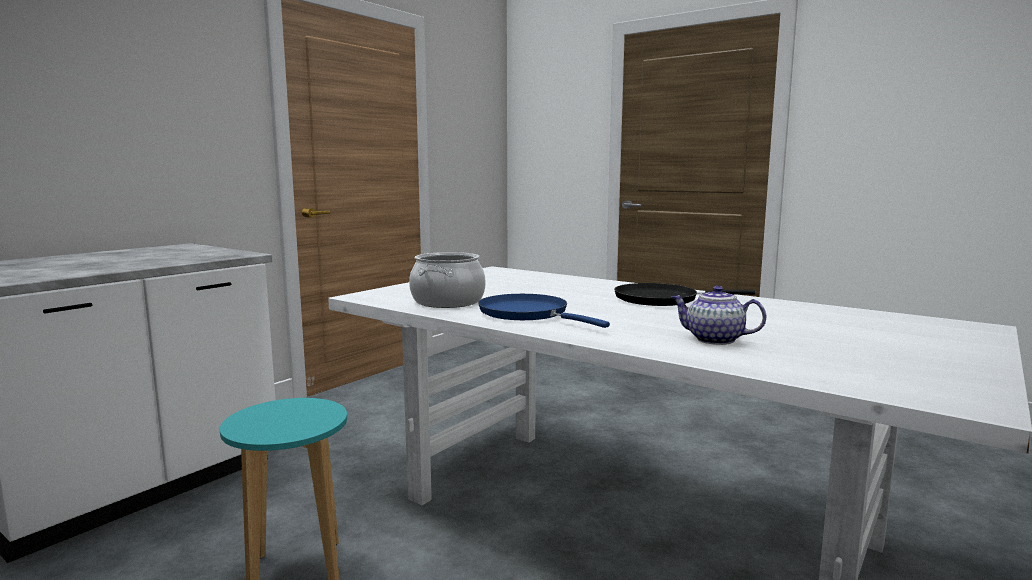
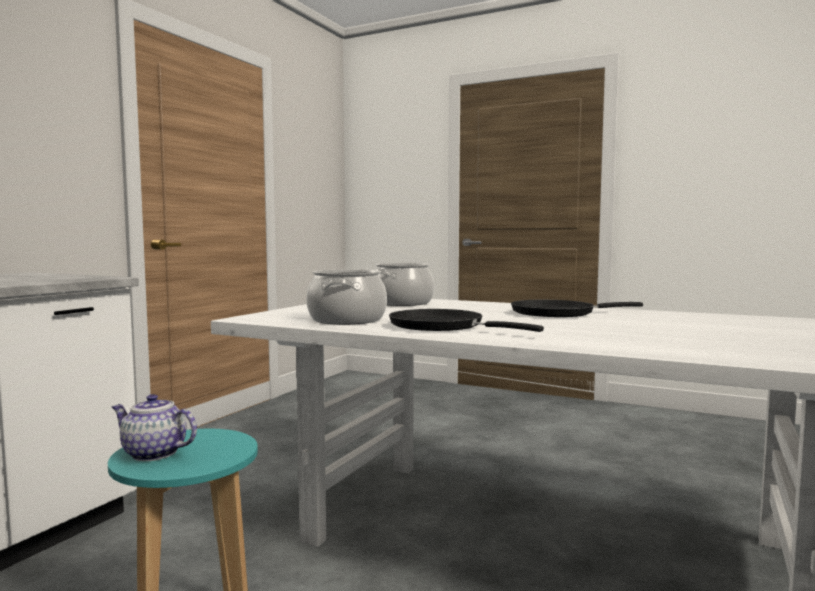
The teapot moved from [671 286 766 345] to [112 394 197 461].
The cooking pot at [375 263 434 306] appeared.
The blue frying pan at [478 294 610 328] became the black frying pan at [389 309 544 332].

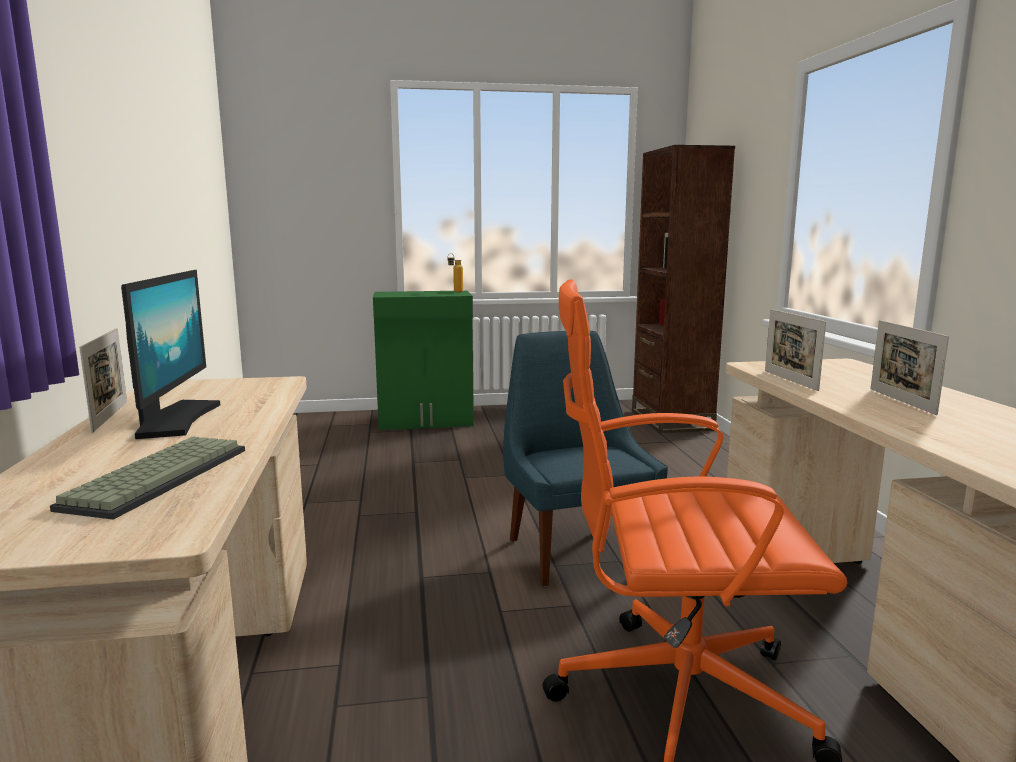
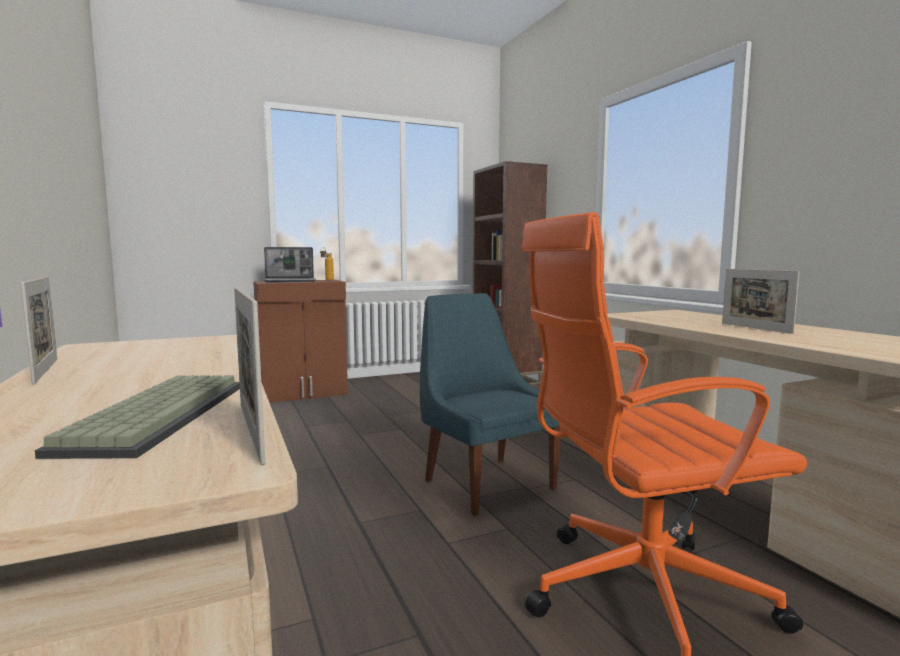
The picture frame moved from [765 309 826 391] to [234 287 265 465].
The green cabinet at [373 290 474 430] became the brown cabinet at [253 280 348 403].
The laptop at [264 247 316 282] appeared.
The monitor at [121 270 220 439] disappeared.

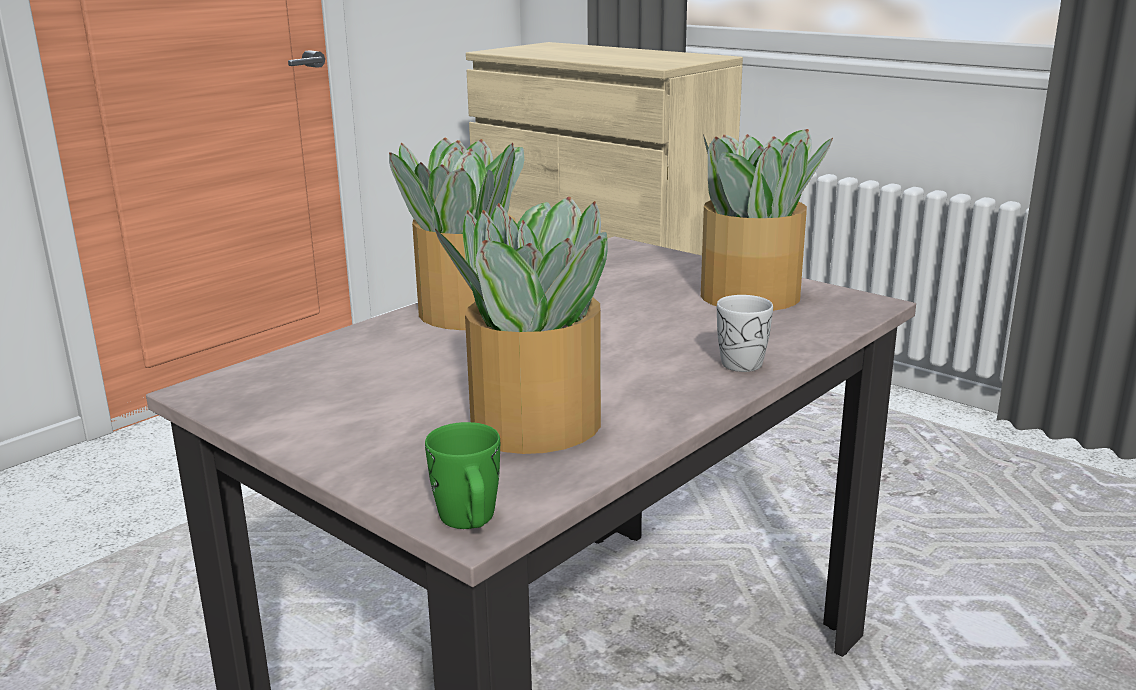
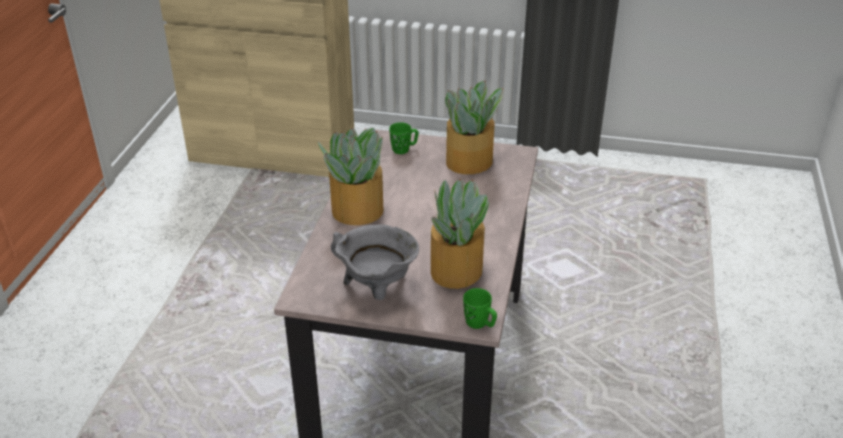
The grey cooking pot at [331 224 419 300] appeared.
The green mug at [389 122 418 154] appeared.
The white mug at [717 295 773 372] disappeared.

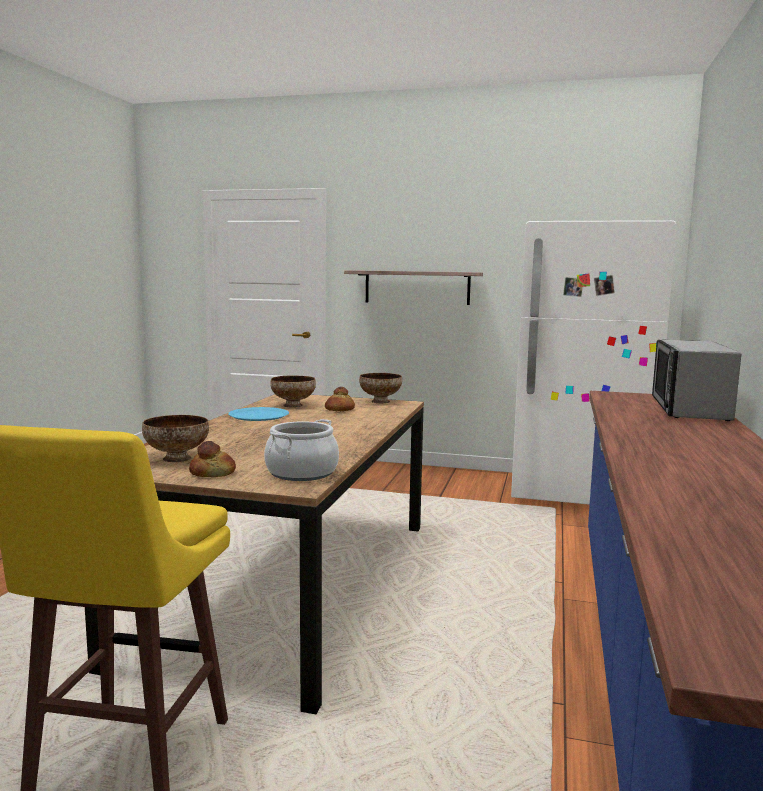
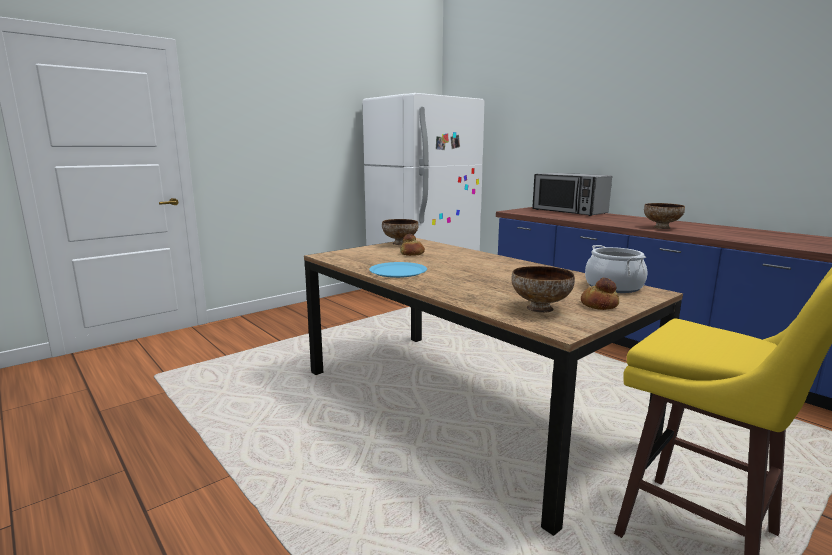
The bowl moved from [270 375 316 408] to [644 203 685 229].
The shelf at [344 270 483 305] disappeared.

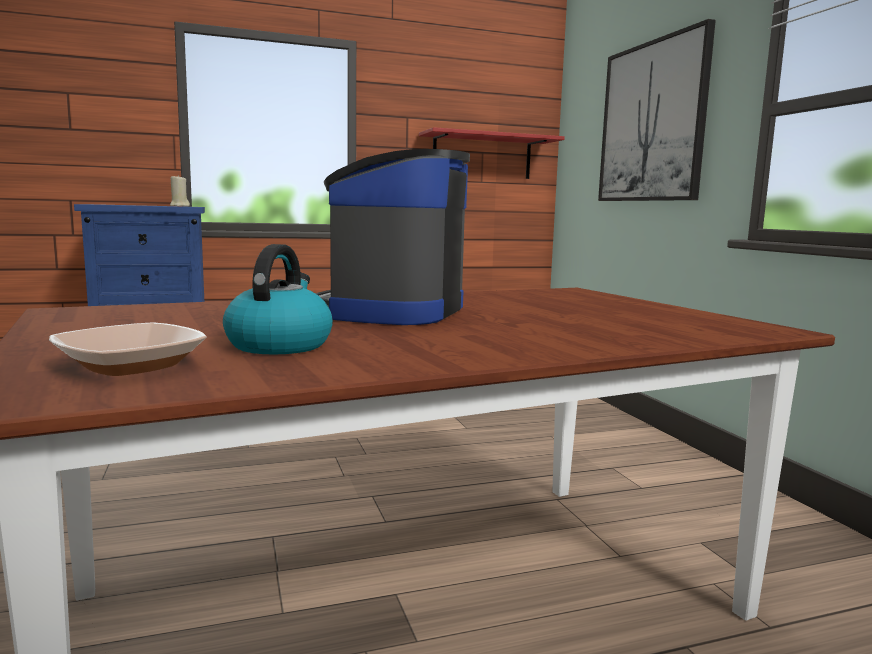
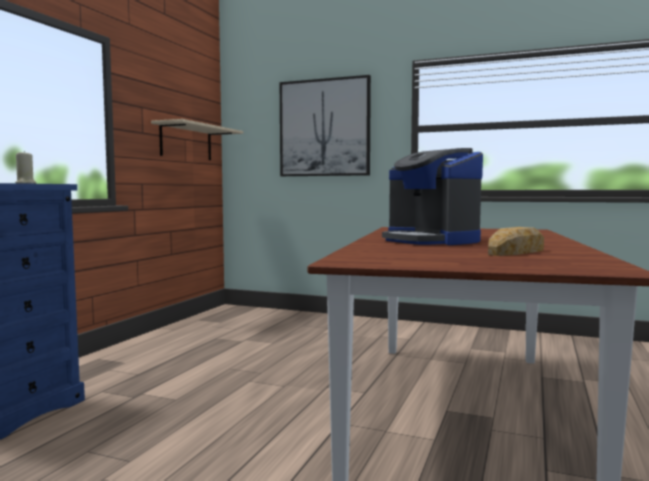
The red shelf at [419 127 565 179] became the beige shelf at [151 119 243 160].
The kettle at [223 244 333 354] was replaced by the bread at [488 227 544 256].
The bowl at [49 322 206 376] disappeared.

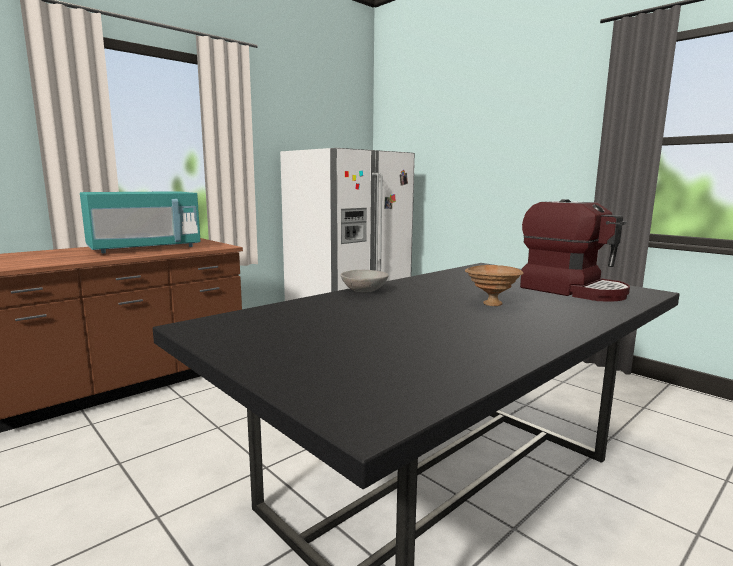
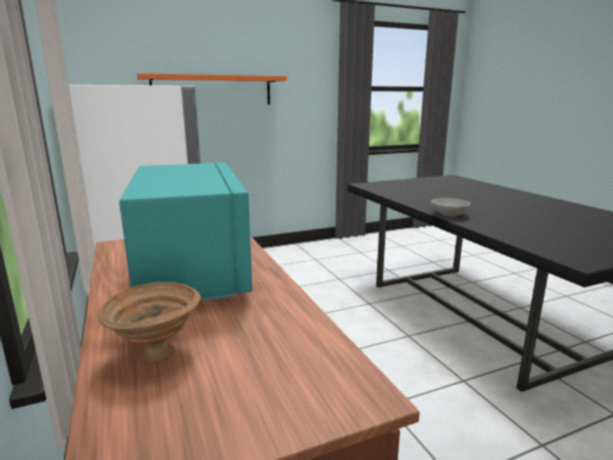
The brown bowl moved from [465 265 524 306] to [97 282 201 363].
The orange shelf at [137 73 287 105] appeared.
The coffee machine at [520 199 630 302] disappeared.

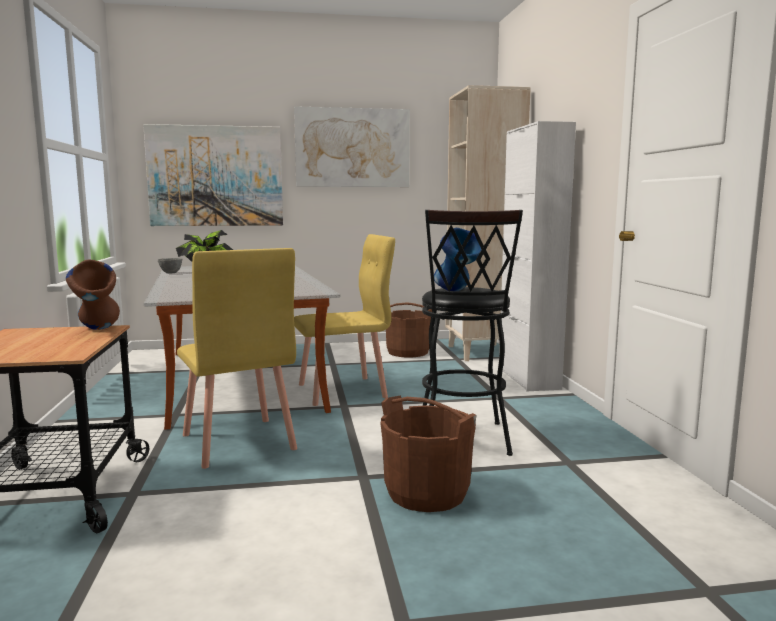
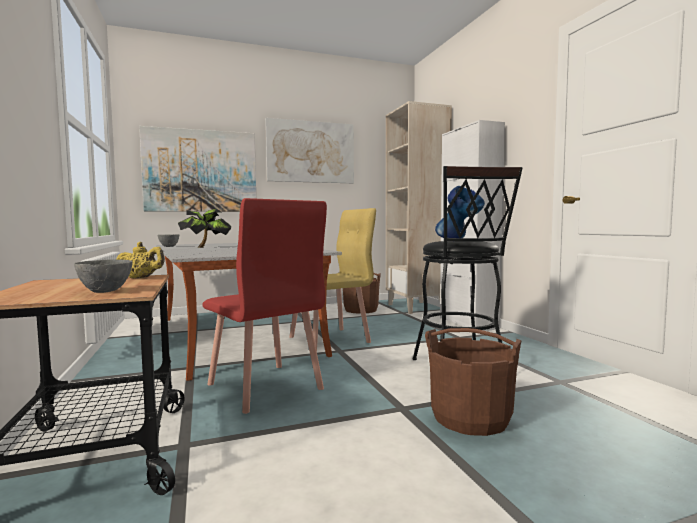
The grey bowl at [74 260 133 293] appeared.
The brown vase at [66 260 120 330] was replaced by the yellow teapot at [116 242 165 278].
The yellow chair at [177 248 297 469] became the red chair at [202 198 327 414].

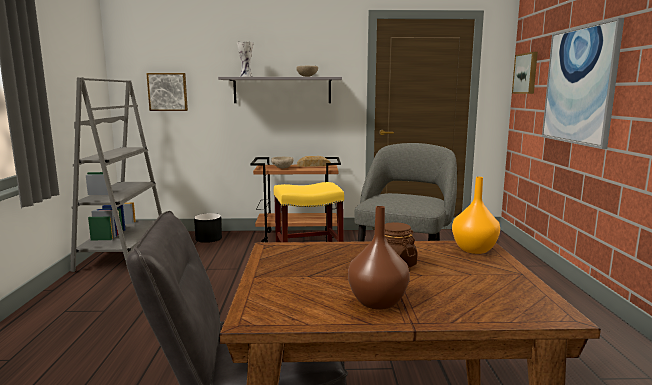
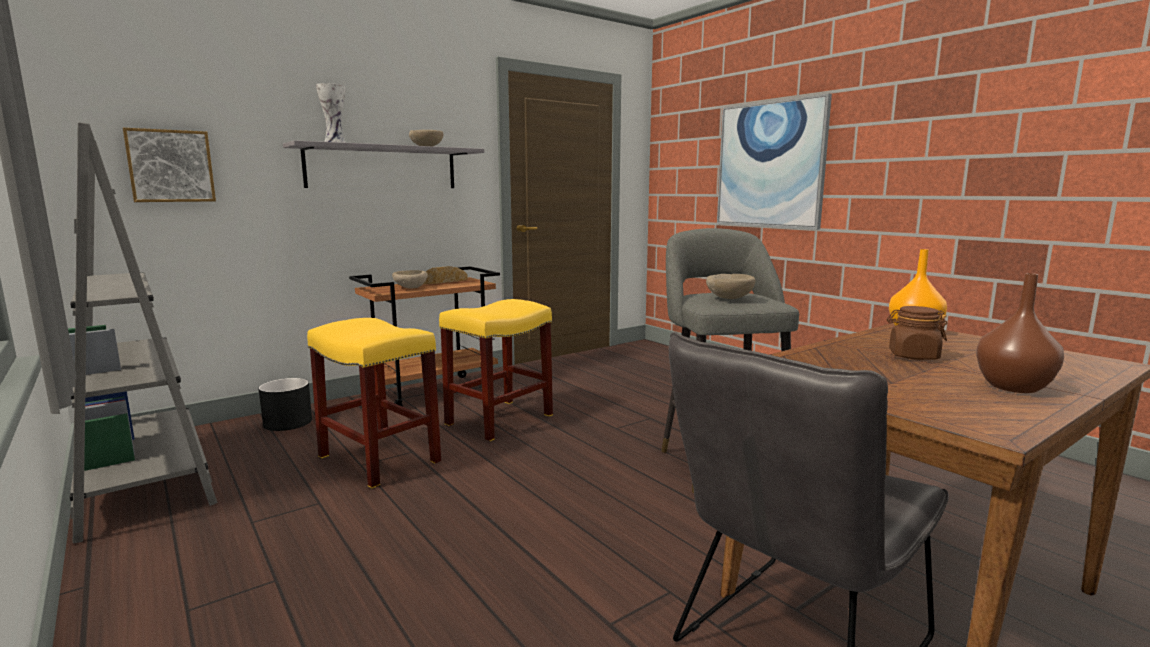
The yellow stool at [307 318 441 488] appeared.
The beige bowl at [706 274 756 299] appeared.
The picture at [512 52 538 94] disappeared.

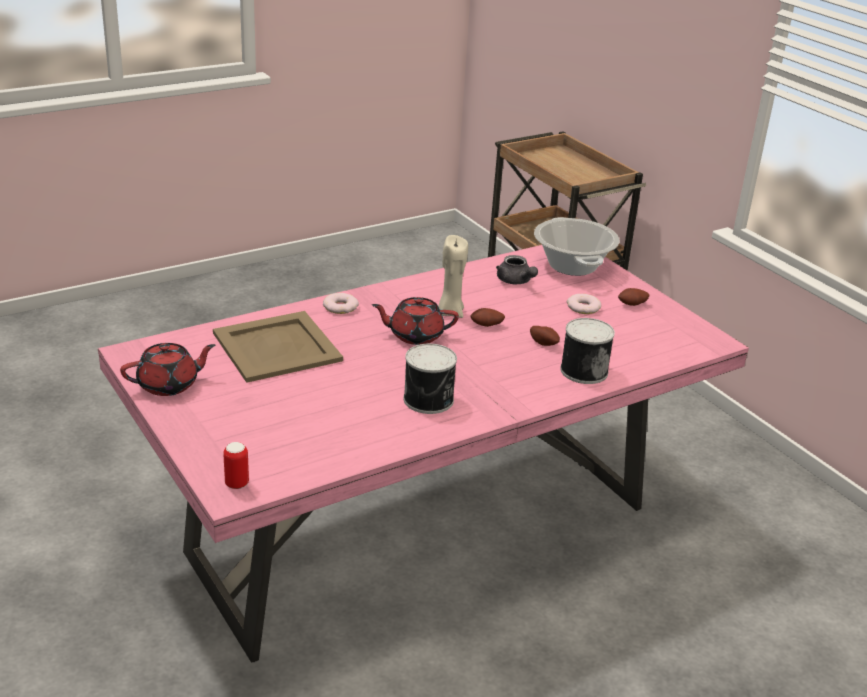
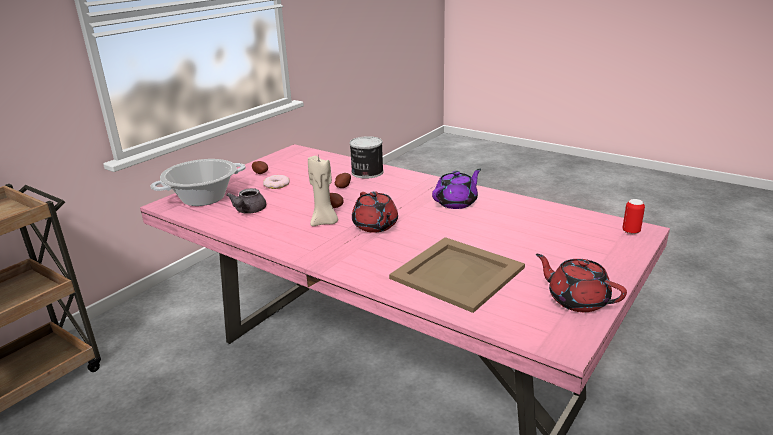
The grey teapot at [496 255 538 284] turned 150 degrees clockwise.
The can at [403 344 457 414] was replaced by the purple teapot at [432 169 481 209].
The donut at [323 293 359 314] disappeared.

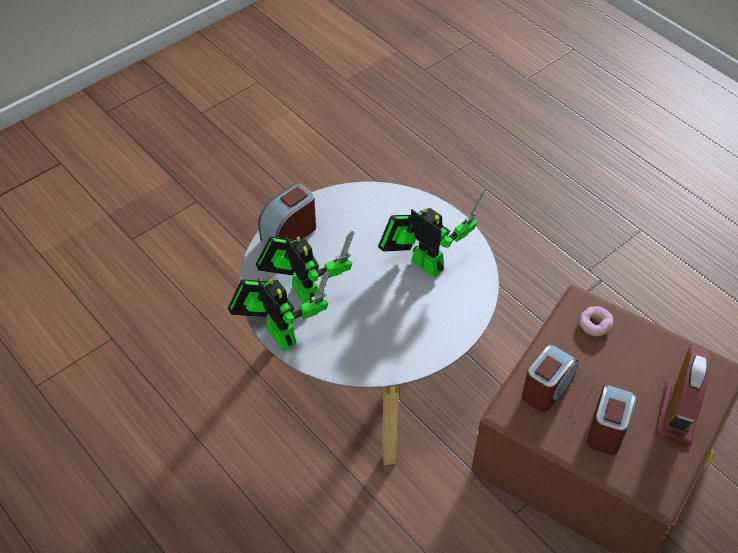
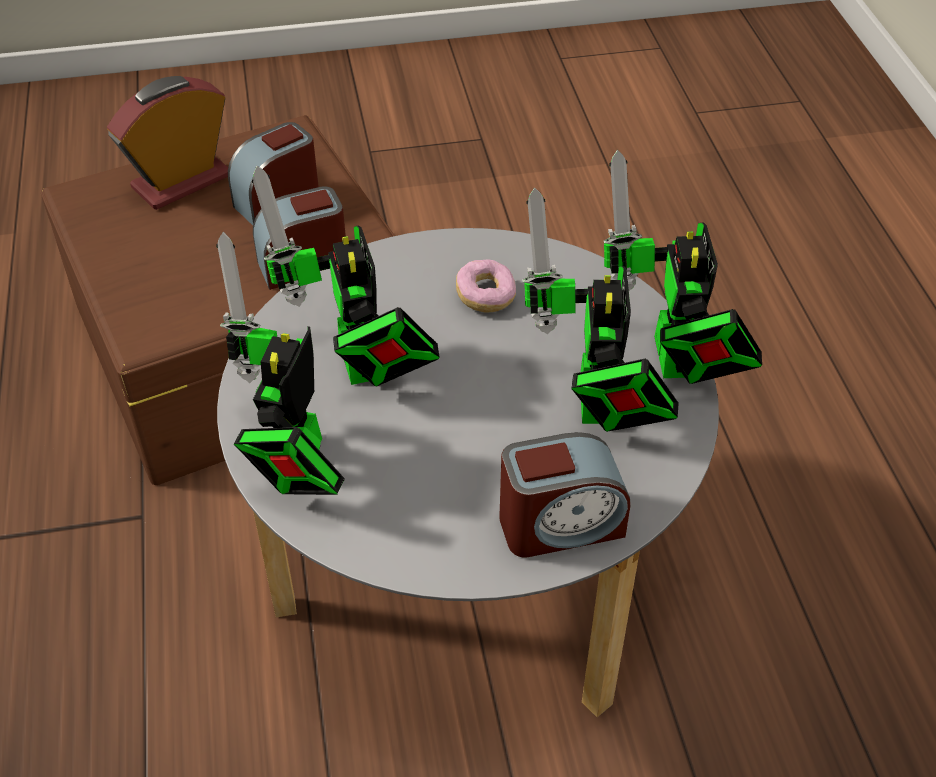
The toy robot at [216 232 345 495] appeared.
The donut moved from [579 306 613 336] to [456 259 516 313].

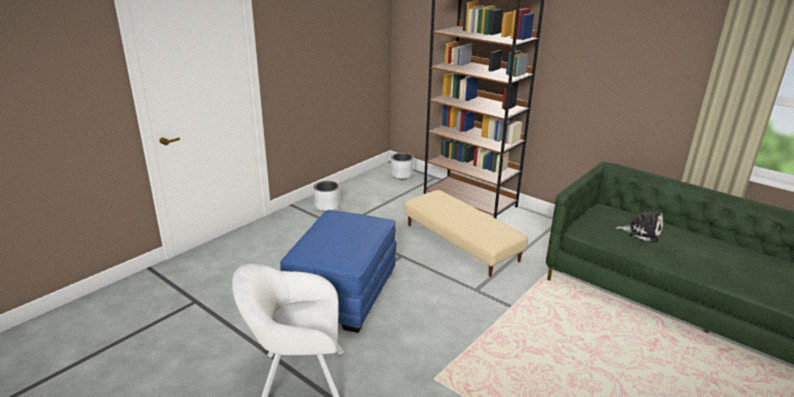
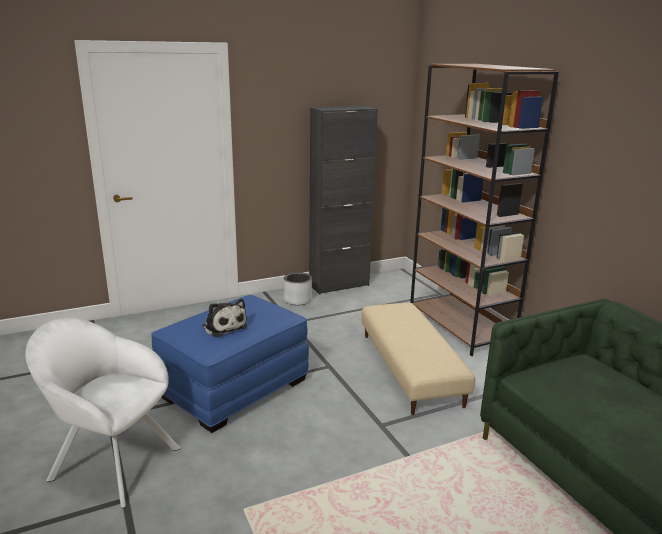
The plush toy moved from [616 206 663 242] to [202 299 247 337].
The black cabinet at [309 106 378 294] appeared.
The grey planter at [391 153 413 179] disappeared.

